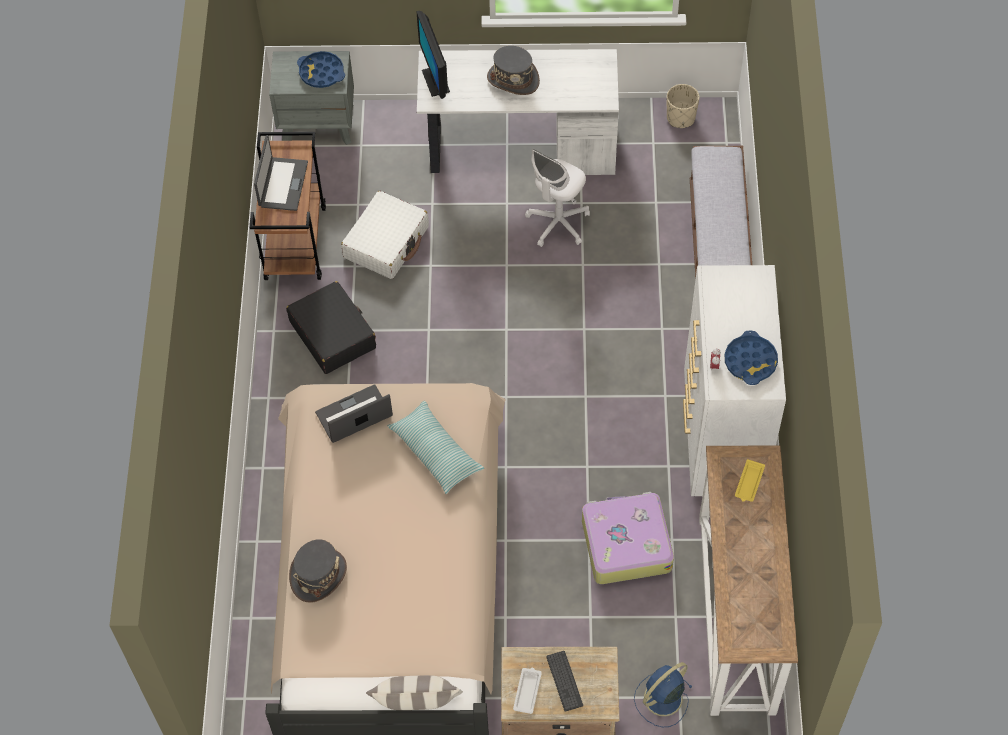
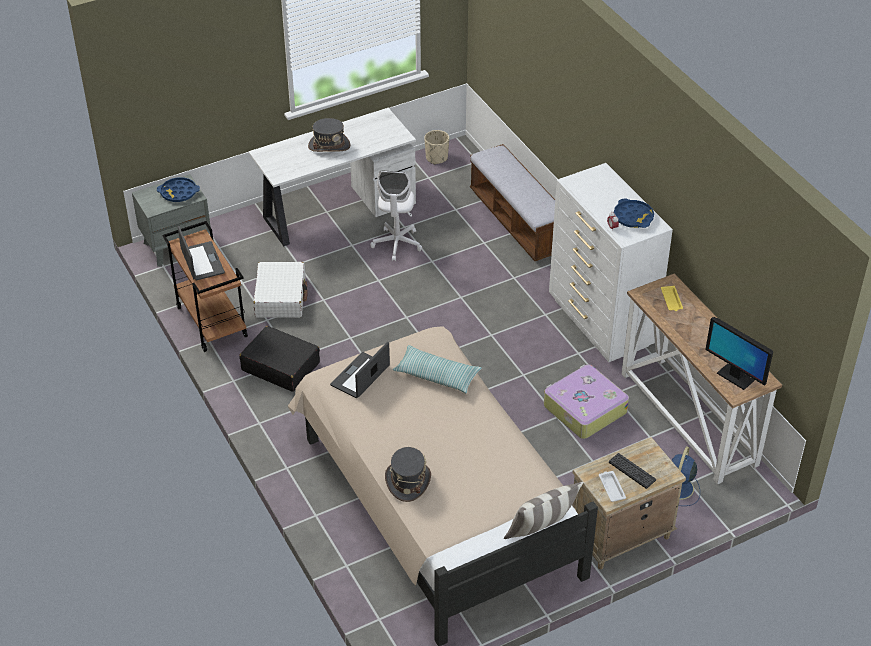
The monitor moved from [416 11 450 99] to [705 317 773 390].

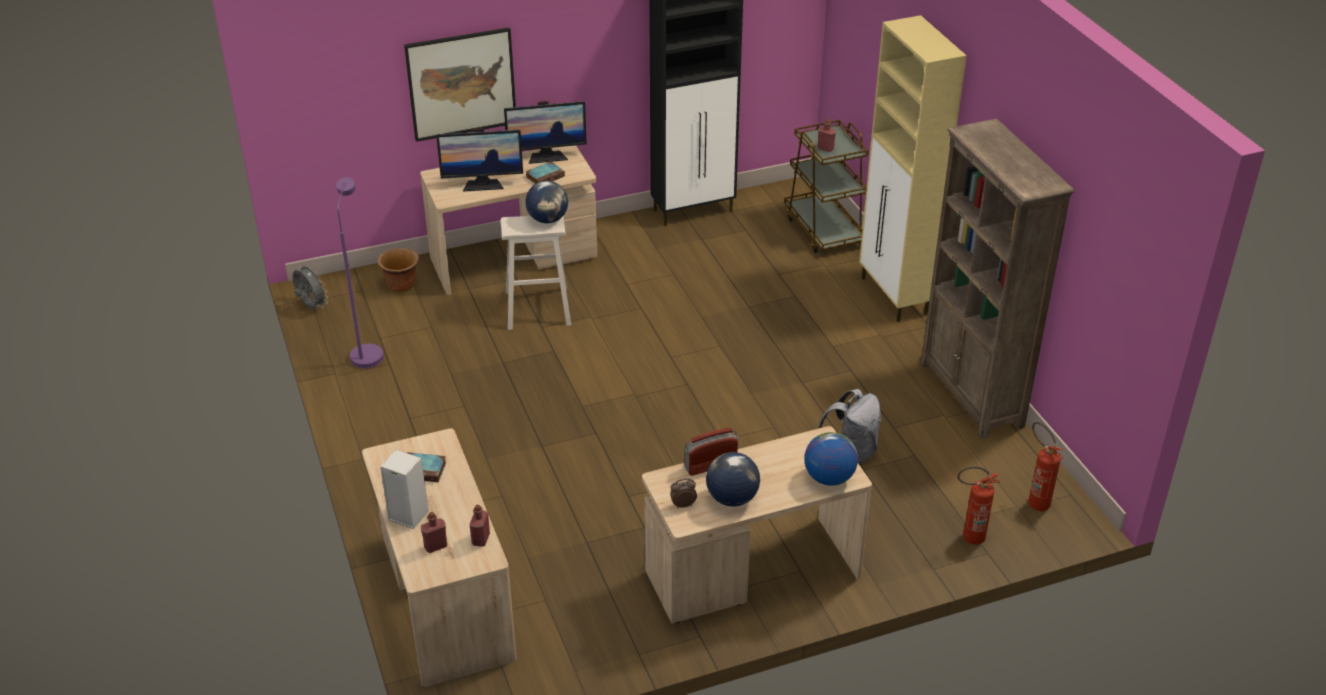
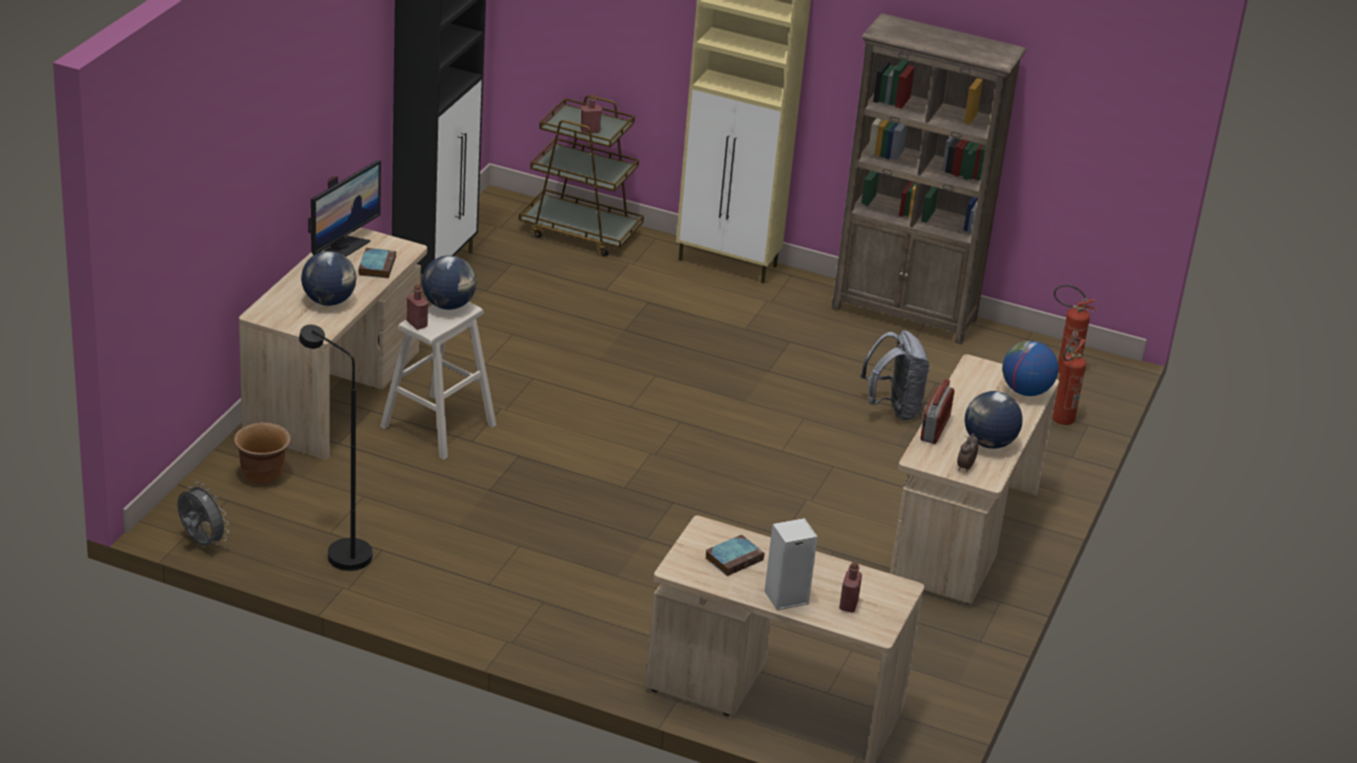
The grey fan at [292 263 328 309] turned 45 degrees clockwise.
The purple floor lamp at [336 177 384 369] became the black floor lamp at [299 325 372 571].
The monitor at [436 128 523 192] was replaced by the globe at [301 251 356 306].
The red bottle moved from [469 505 490 547] to [407 284 428 330].
The picture at [404 27 516 142] disappeared.

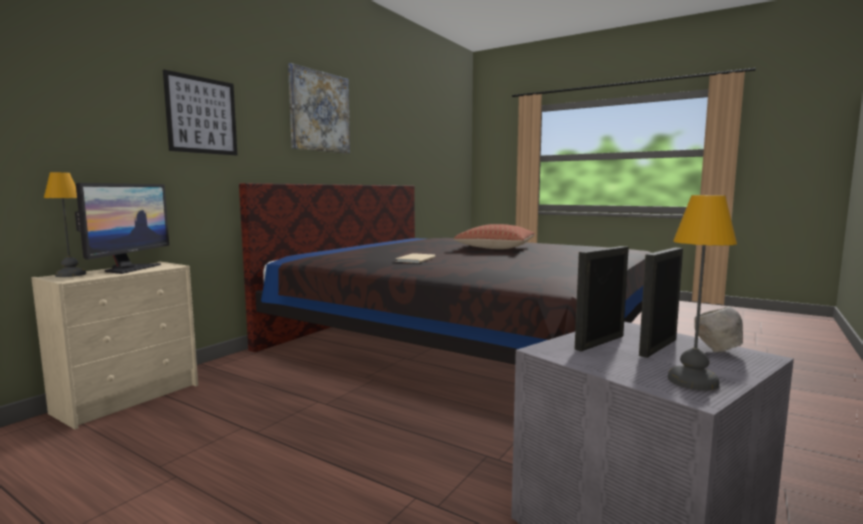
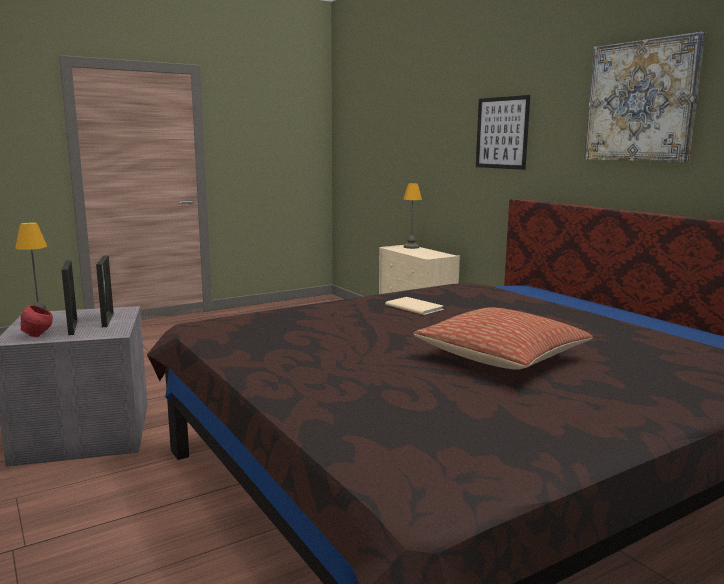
The grey bowl at [694 306 743 353] became the red bowl at [20 305 53 337].
The monitor at [75 183 169 274] disappeared.

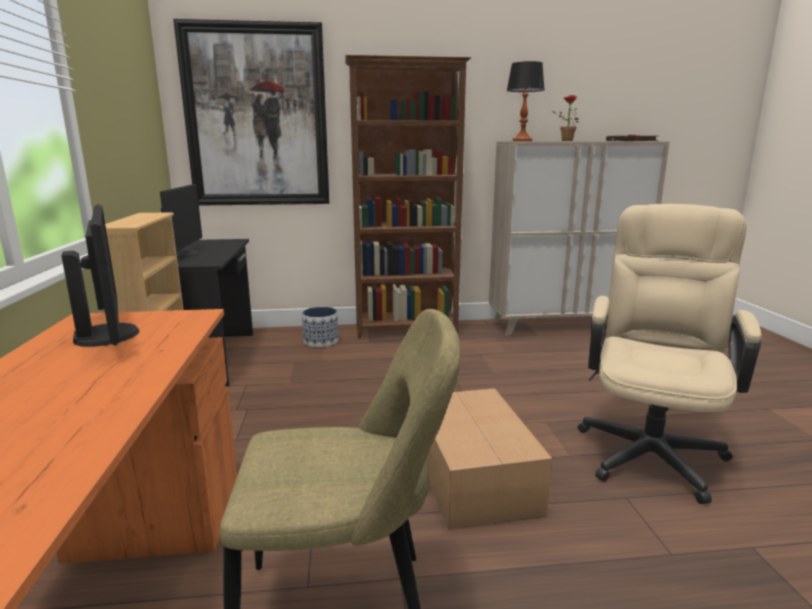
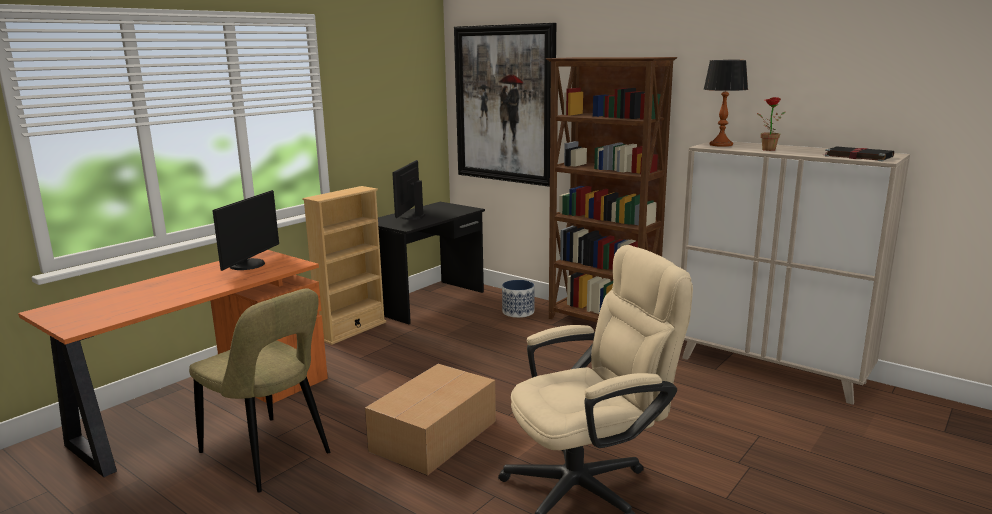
The monitor at [160 184 202 258] turned 150 degrees clockwise.

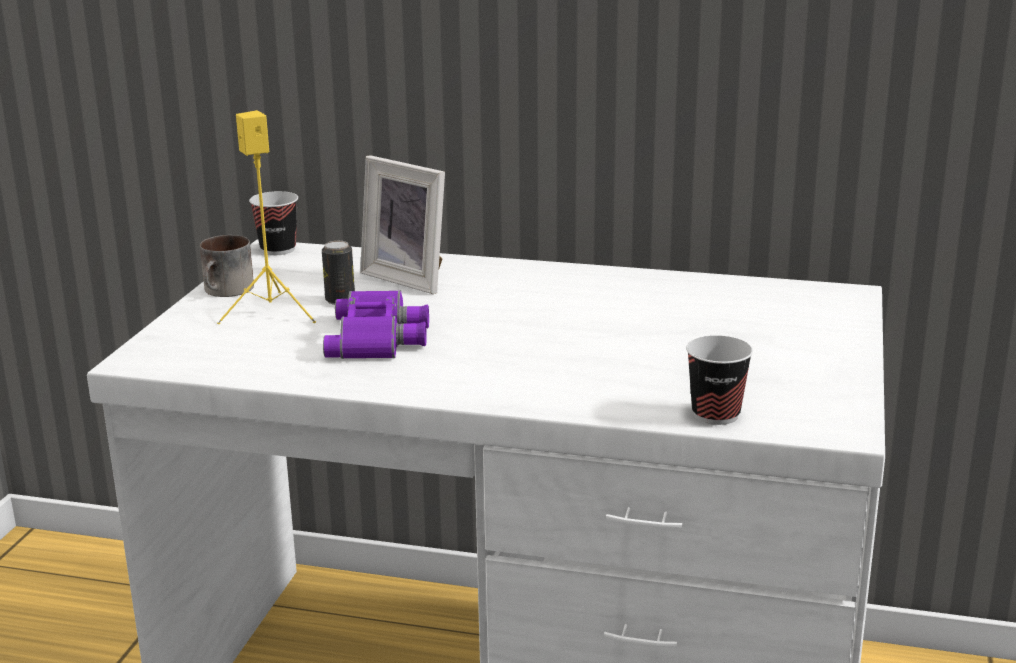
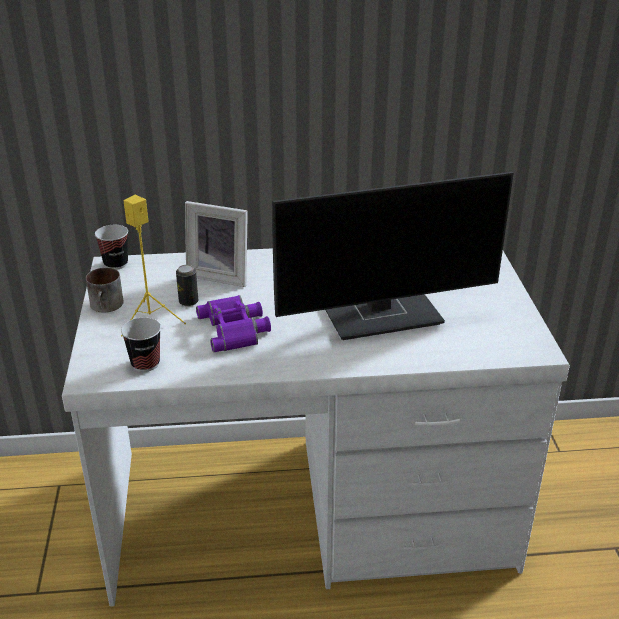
The cup moved from [686 335 753 425] to [121 317 161 372].
The monitor at [272 172 514 340] appeared.

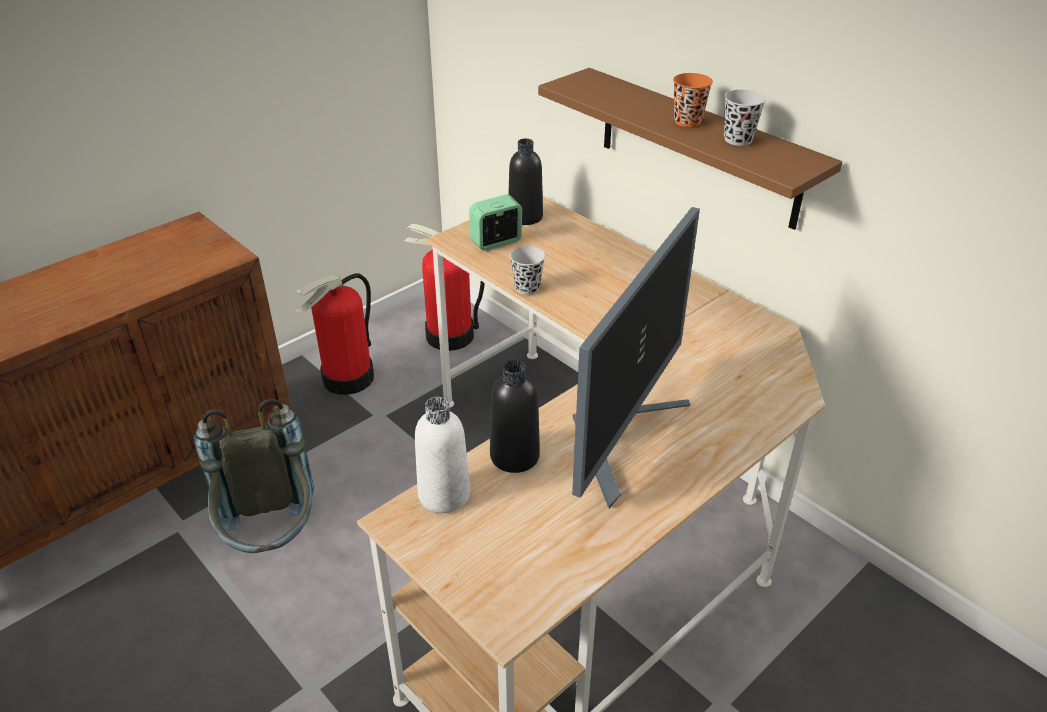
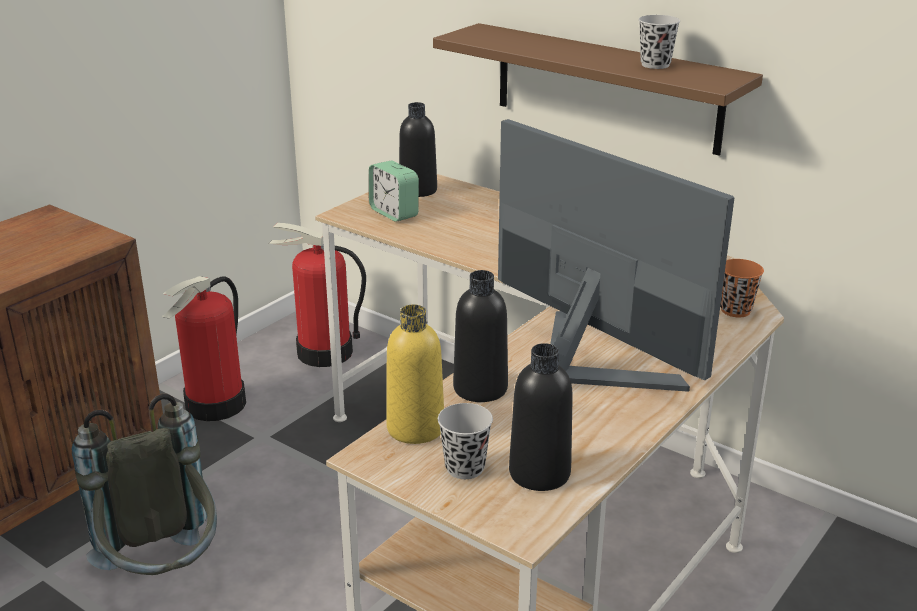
The alarm clock at [469 195 522 251] turned 90 degrees counterclockwise.
The white bottle at [415 397 470 513] became the yellow bottle at [386 304 444 444].
The black cup moved from [510 246 545 295] to [438 403 493 479].
The monitor at [572 207 700 509] turned 60 degrees counterclockwise.
The black bottle at [509 343 573 491] appeared.
The orange cup moved from [673 73 713 127] to [720 259 764 317].

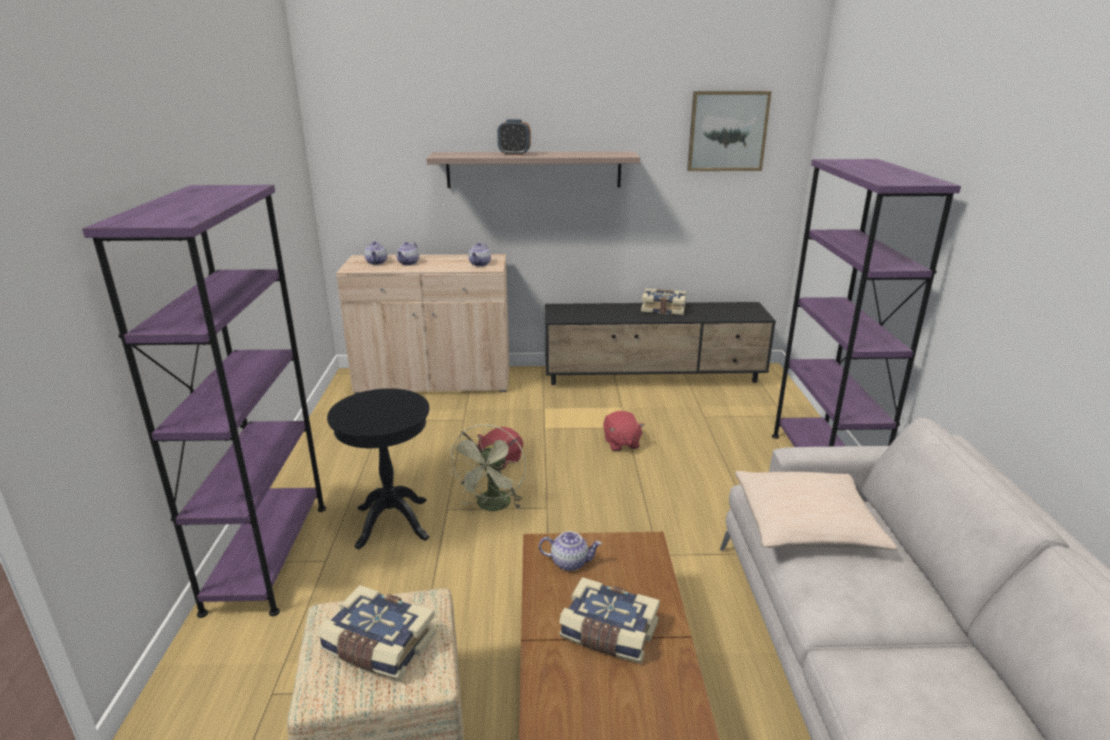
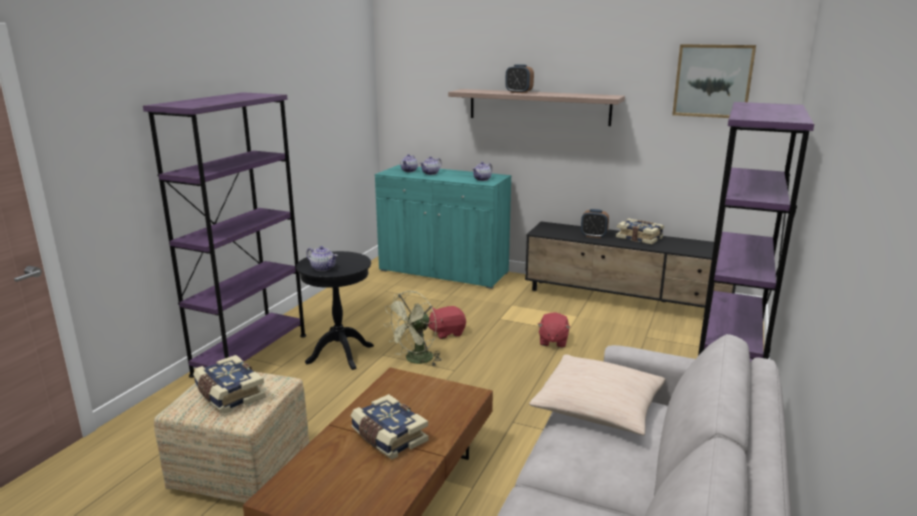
The teapot moved from [539 531 602 571] to [306 246 338 271].
The beige cabinet at [336 254 509 394] became the turquoise cabinet at [375 165 512 289].
The alarm clock at [581 209 609 238] appeared.

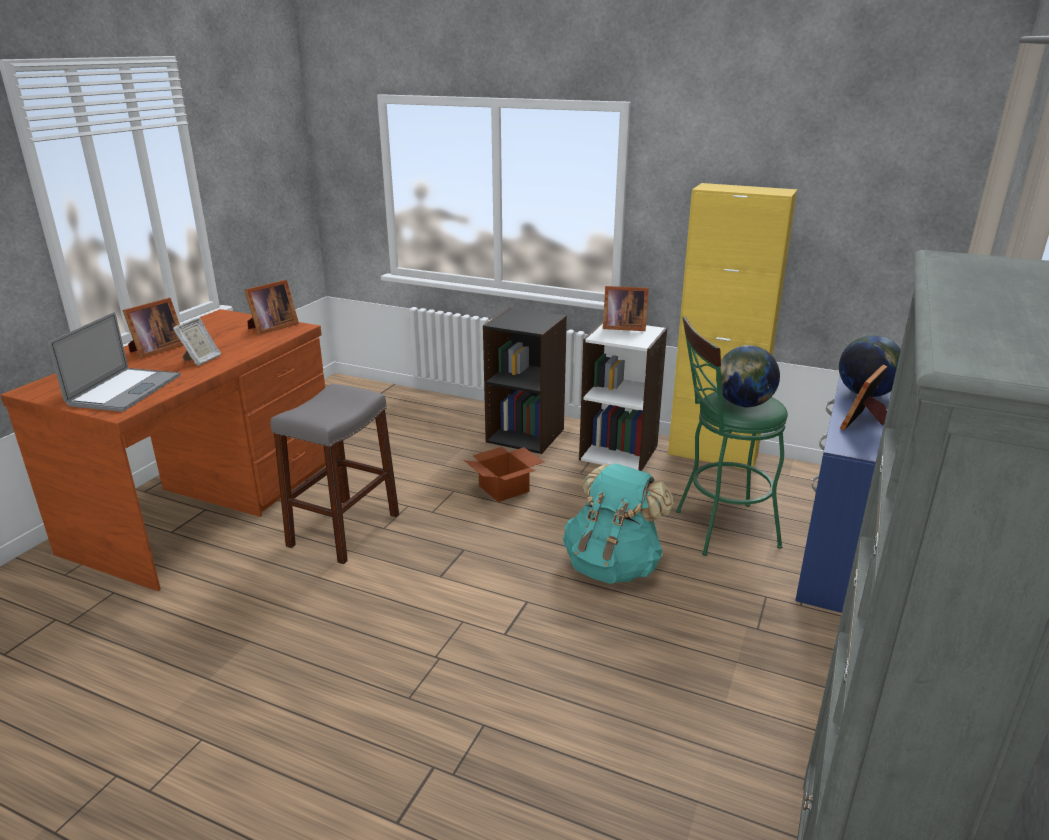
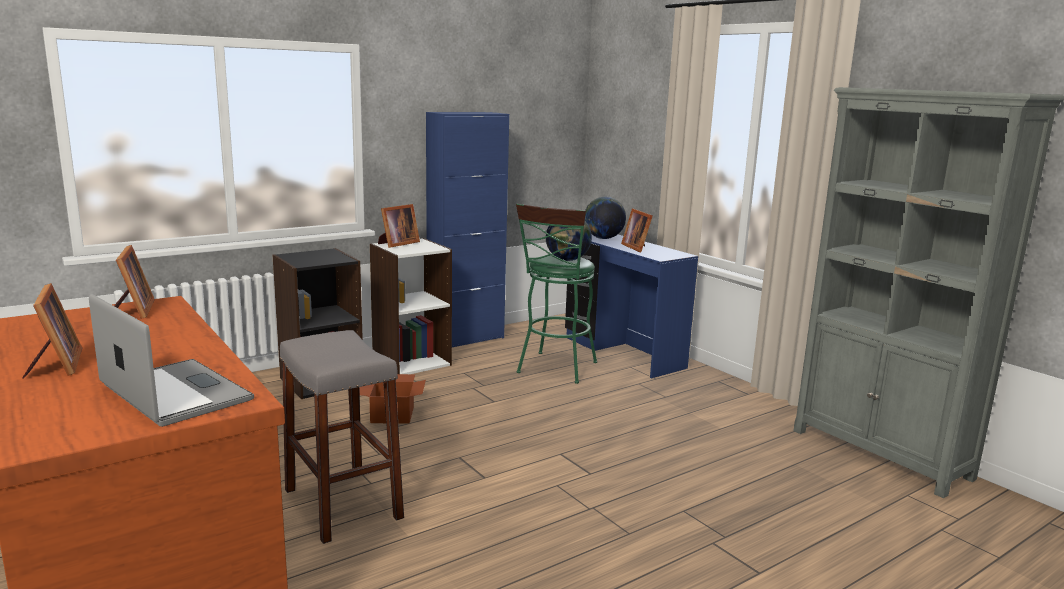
The yellow cabinet at [668 183 797 472] became the blue cabinet at [426 112 509 347].
The picture frame at [173 318 221 366] disappeared.
The turquoise backpack at [563 463 674 584] disappeared.

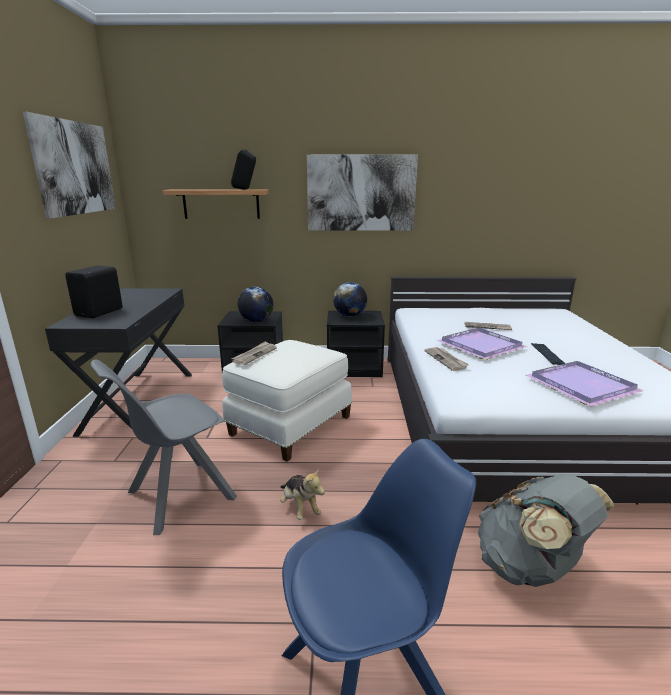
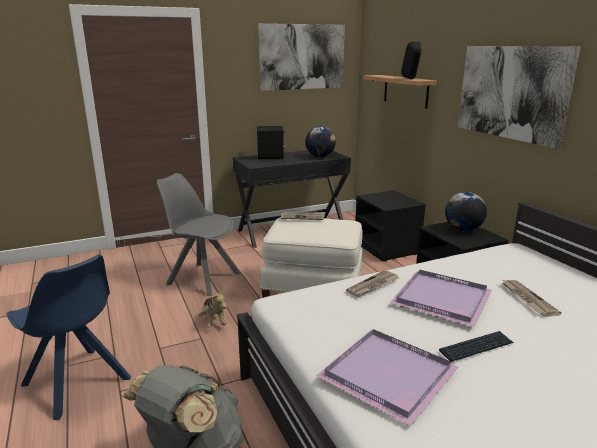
The plush toy at [280 468 325 520] turned 60 degrees counterclockwise.
The globe moved from [237 287 273 322] to [305 126 336 157].

